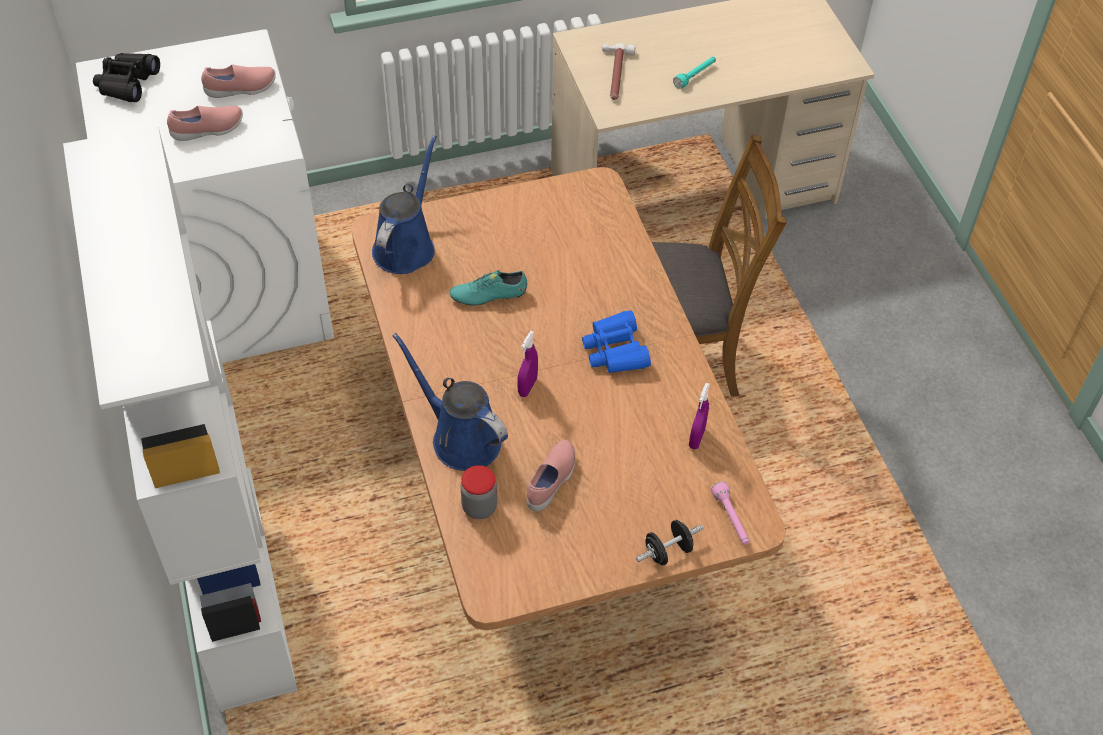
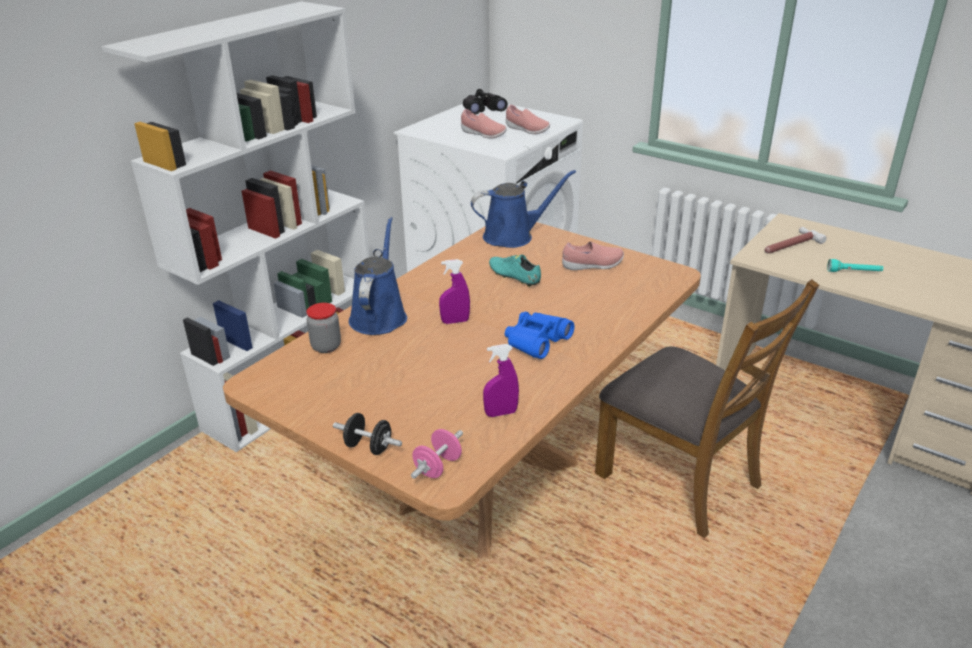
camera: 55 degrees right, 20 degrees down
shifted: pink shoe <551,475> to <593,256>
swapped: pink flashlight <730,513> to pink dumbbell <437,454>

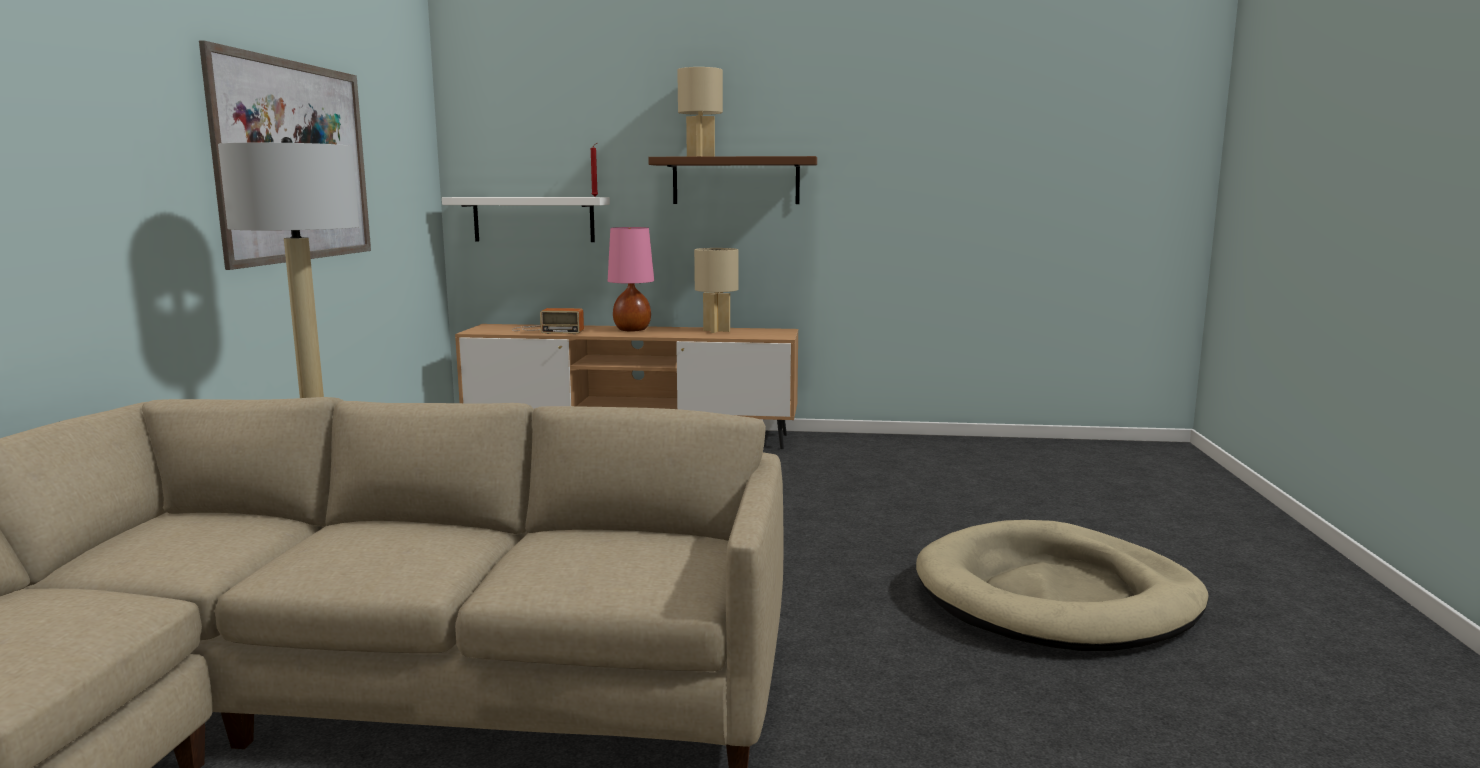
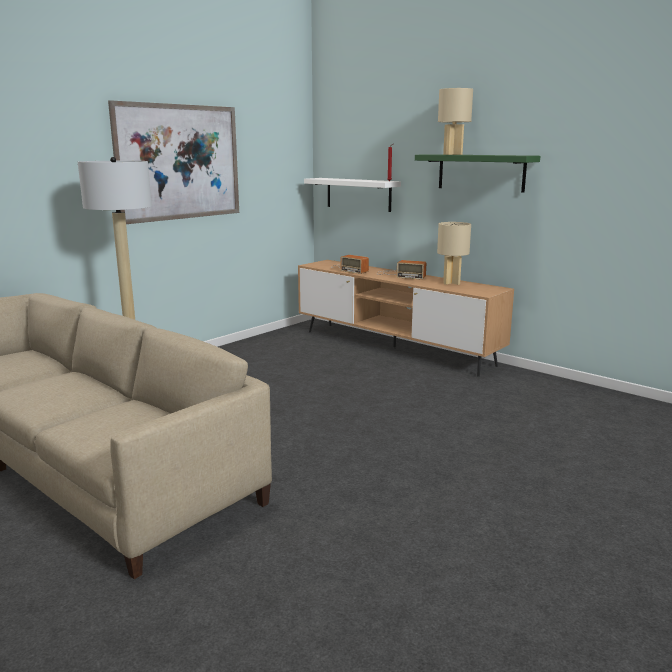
camera: 35 degrees right, 5 degrees up
gone: beige dog bed <1062,585>
swapped: pink table lamp <631,279> to radio <401,270>
repainted: brown shelf <732,180> to green shelf <477,173>

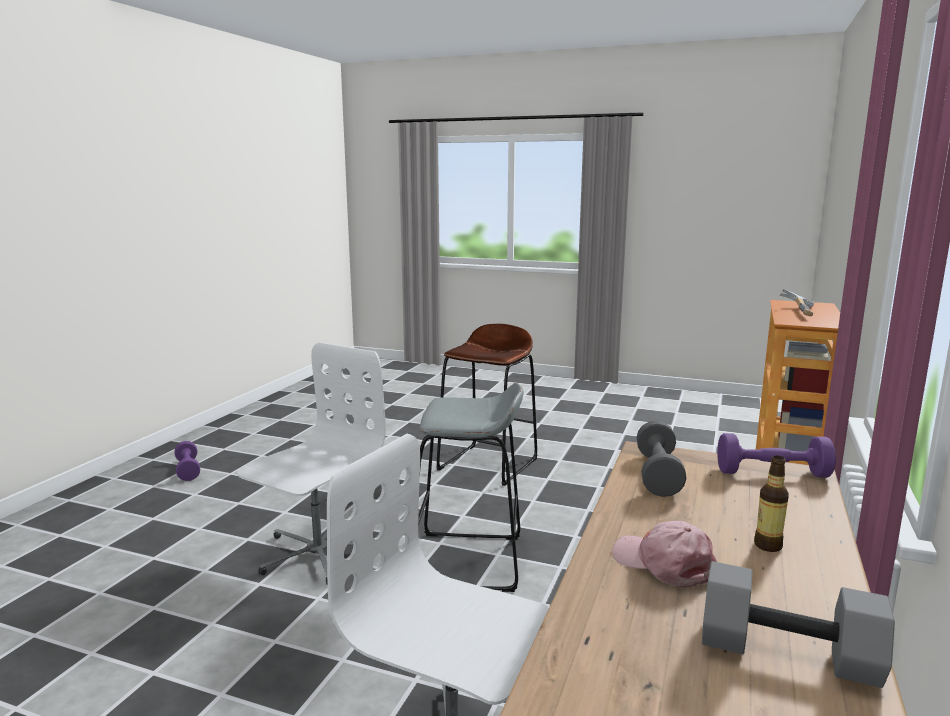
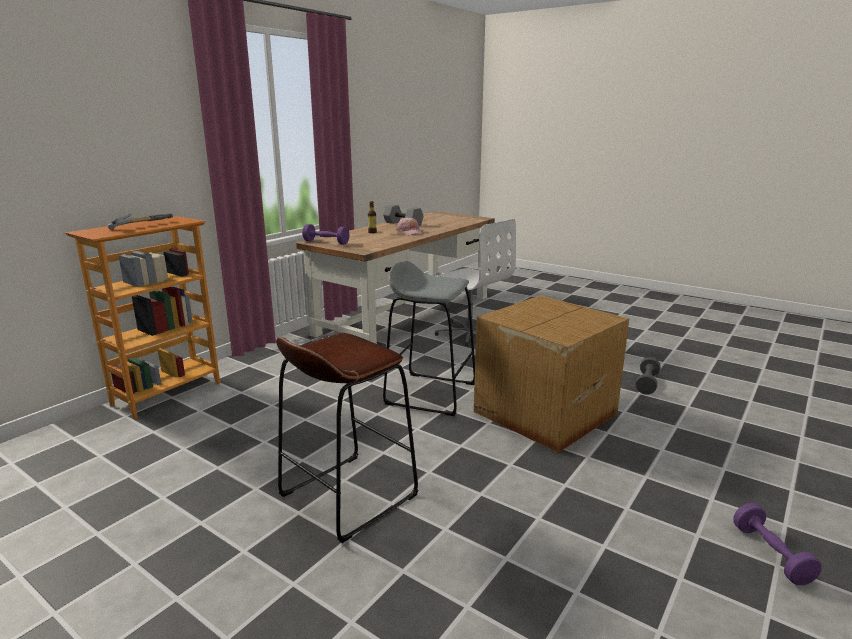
camera: 165 degrees left, 5 degrees up
shifted: grey dumbbell <661,459> to <648,375>
swapped: white office chair <311,463> to cardboard box <551,374>

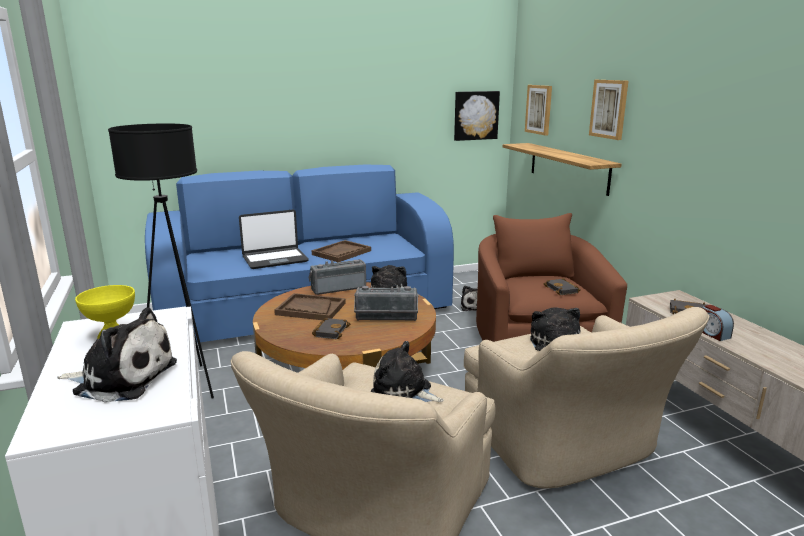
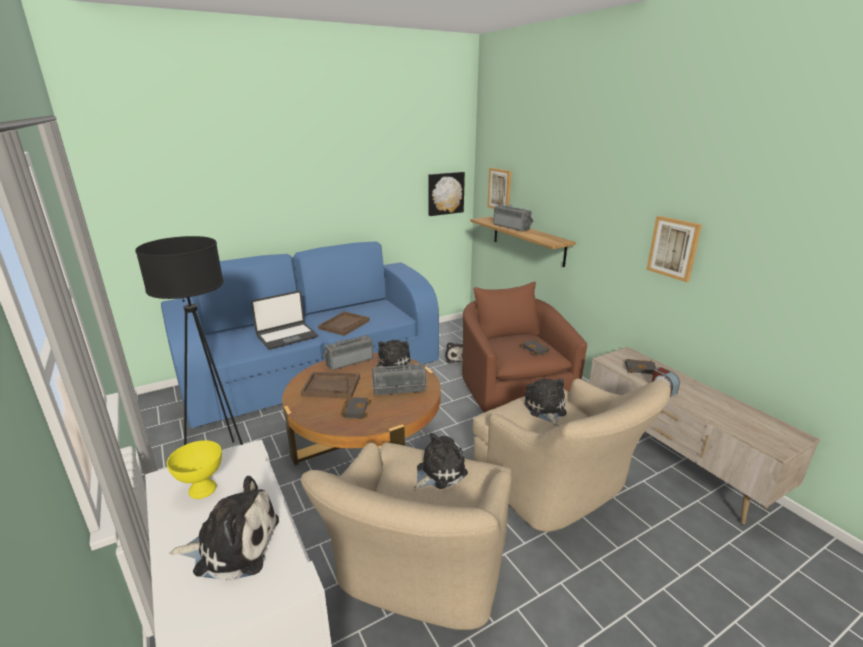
camera: 10 degrees left, 5 degrees up
new: radio <513,217>
shifted: picture <608,110> to <674,249>
rotated: plush toy <407,371> = <440,462> 120 degrees clockwise

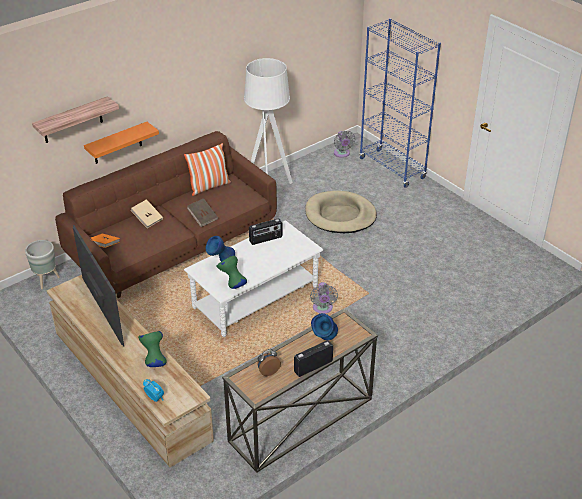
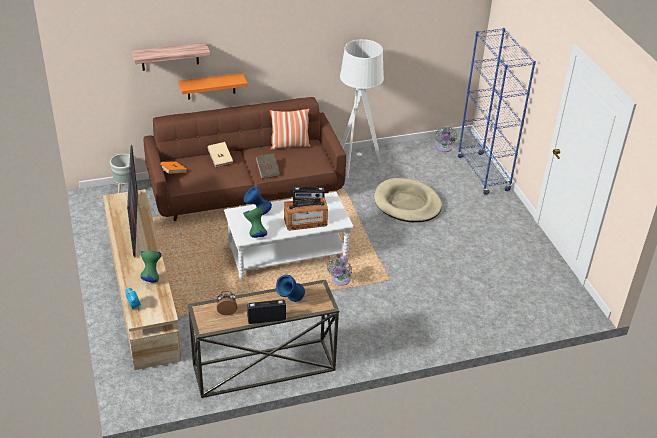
camera: 20 degrees right, 0 degrees up
new: radio <306,214>

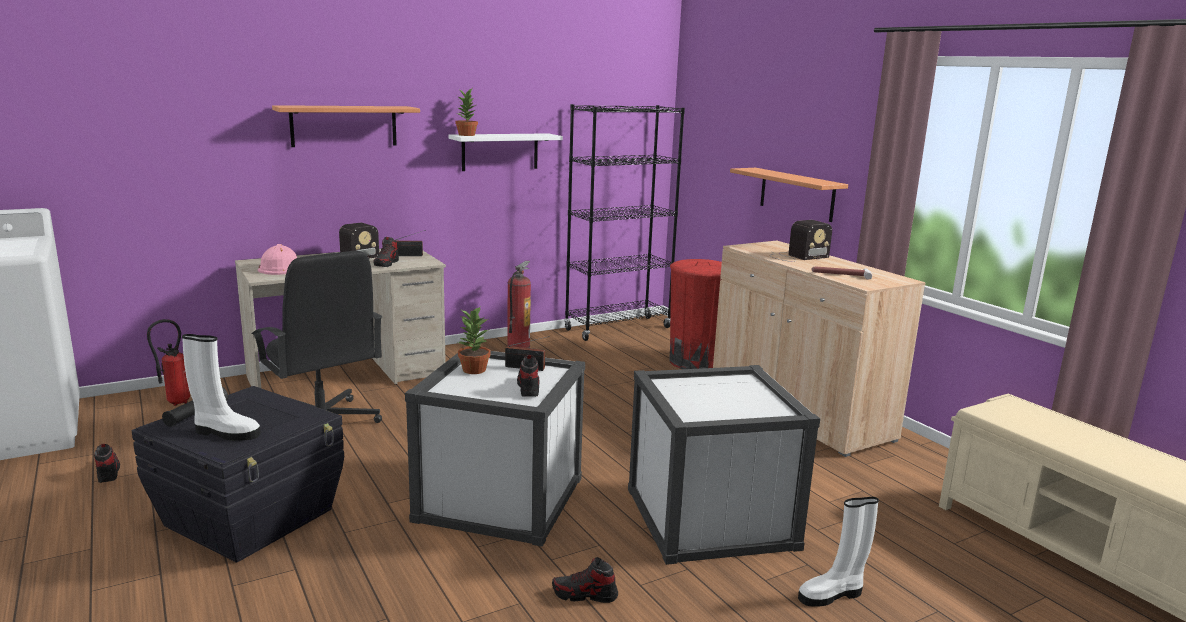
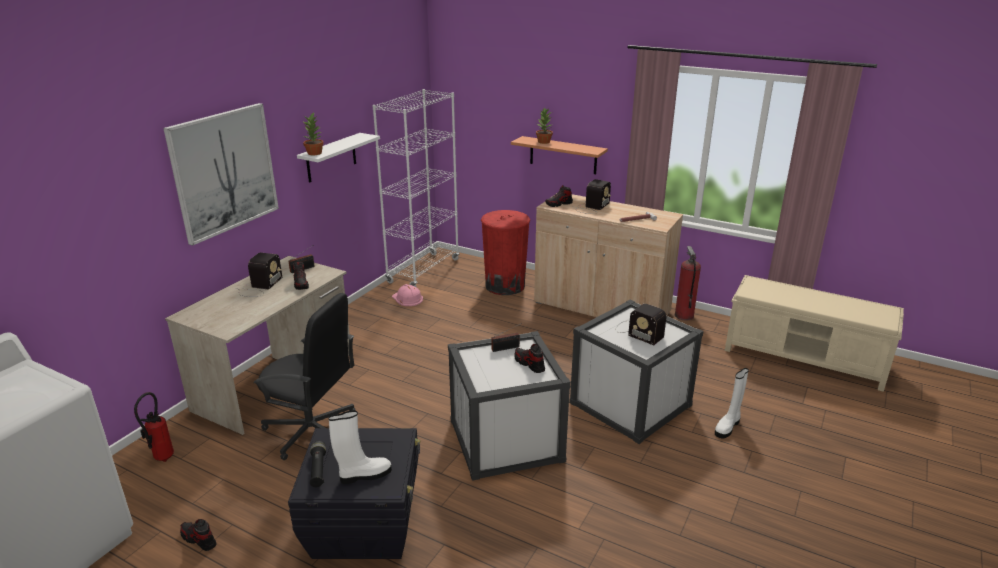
camera: 30 degrees left, 10 degrees up
new: radio <640,324>
shifted: pink hard hat <277,259> to <407,295>; potted plant <474,340> to <544,125>; fire extinguisher <519,304> to <688,283>; shoe <585,580> to <559,196>
swapped: shelf <346,126> to picture <221,174>
repainted: black bookcase <624,222> to white bookcase <415,188>

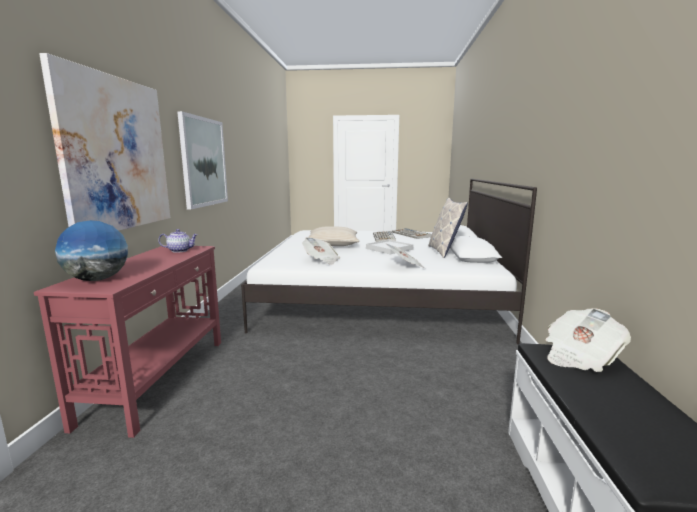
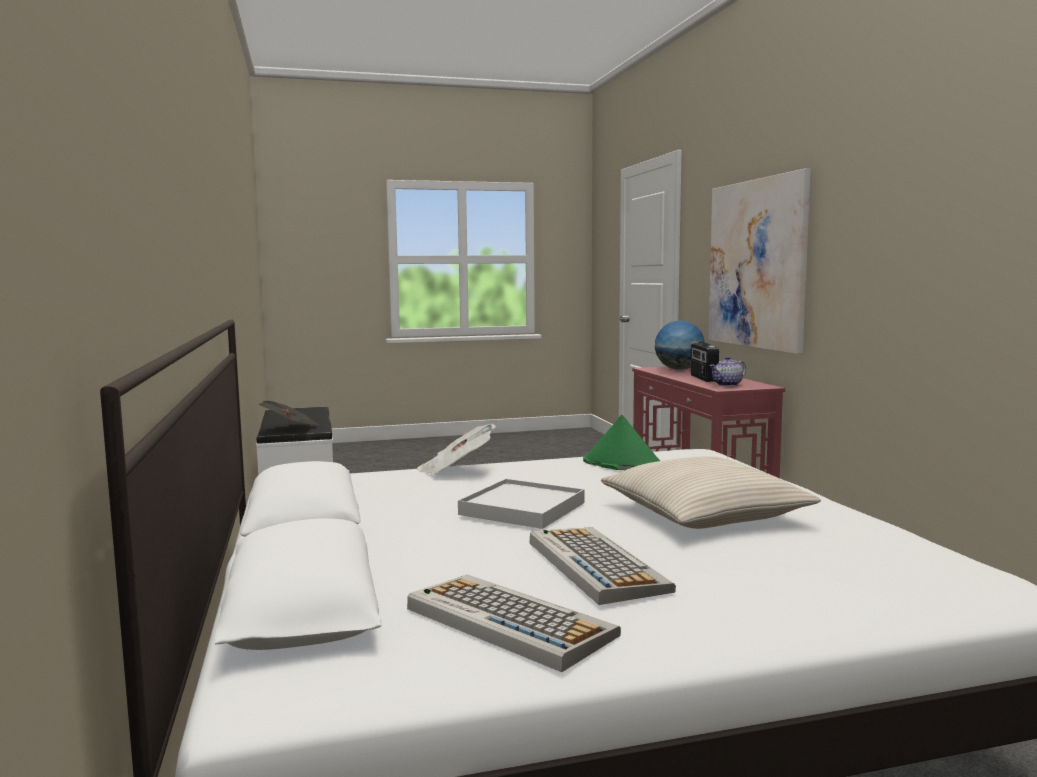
camera: 160 degrees right, 5 degrees down
gone: picture <202,160>; pillow <448,228>
new: radio <705,362>
swapped: newspaper <321,251> to green hat <621,442>

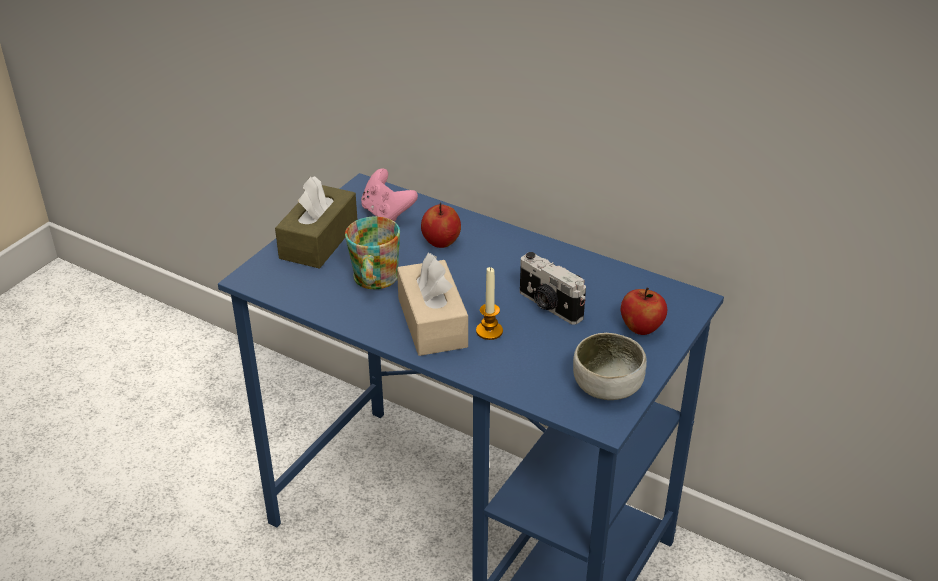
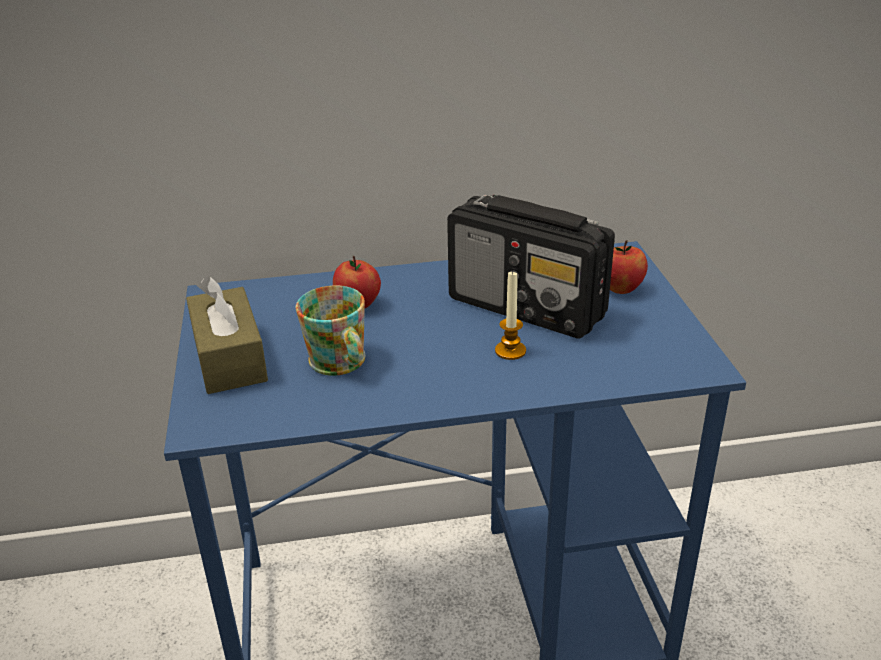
camera: 40 degrees left, 5 degrees down
gone: pink game controller <389,195>; beige tissue box <432,304>; bowl <610,366>
swapped: photo camera <553,288> to radio <531,267>

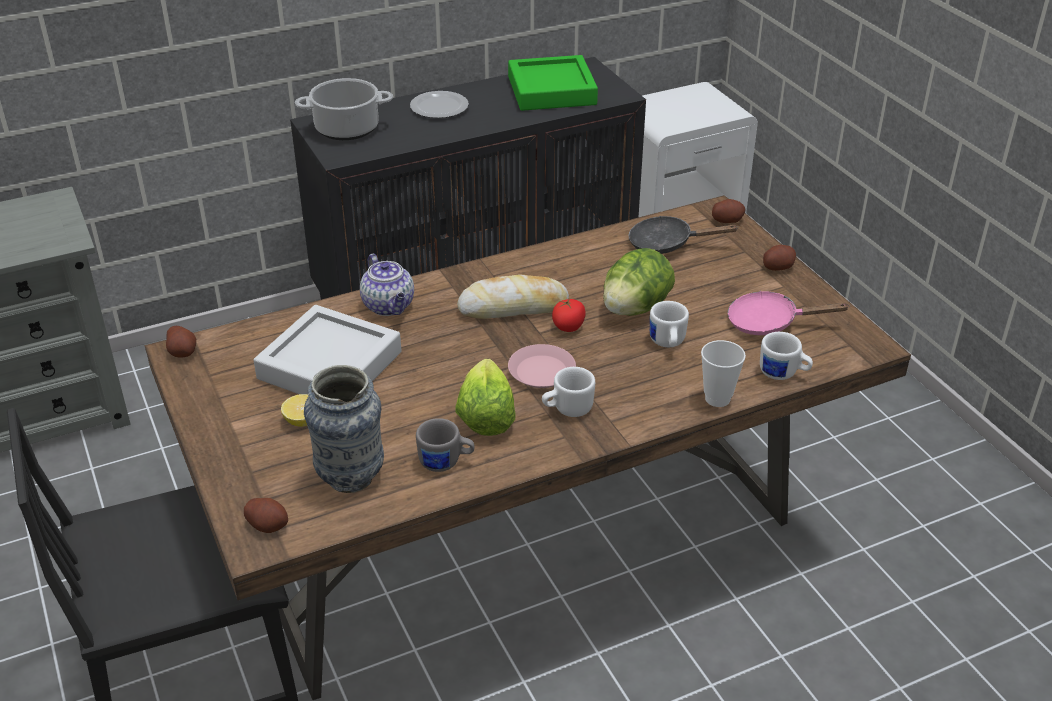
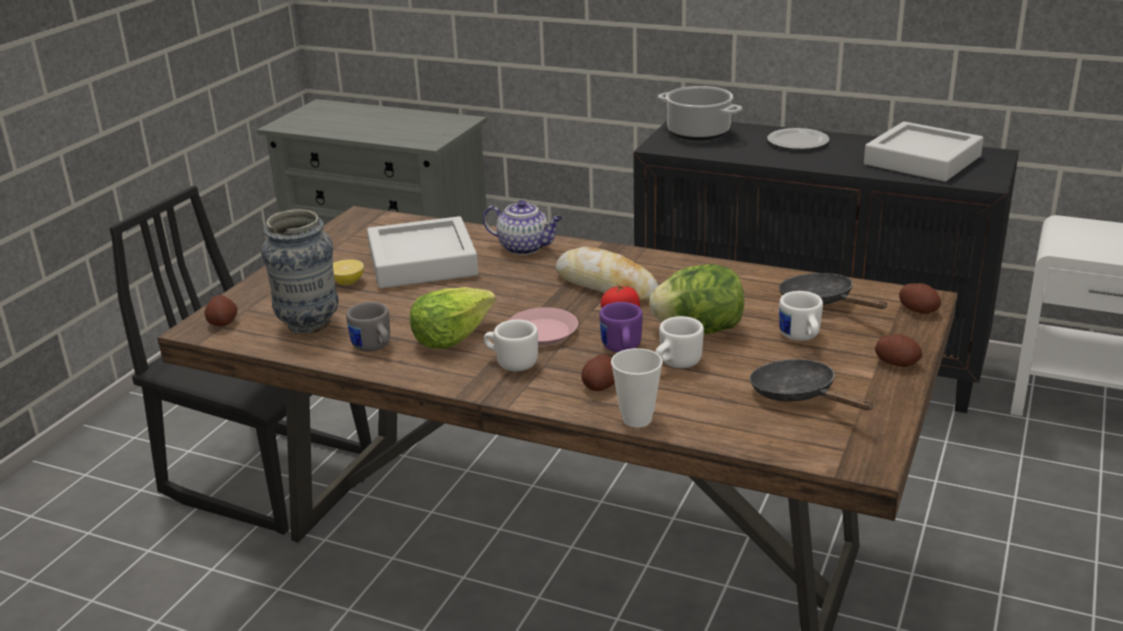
camera: 50 degrees right, 10 degrees down
new: purple mug <621,327>
shifted: potato <181,341> to <598,372>; white mug <786,356> to <801,316>
repainted: green tray <553,83> to grey tray <924,152>; pink frying pan <789,313> to black frying pan <812,384>
rotated: teapot <387,285> = <523,227> 90 degrees counterclockwise

